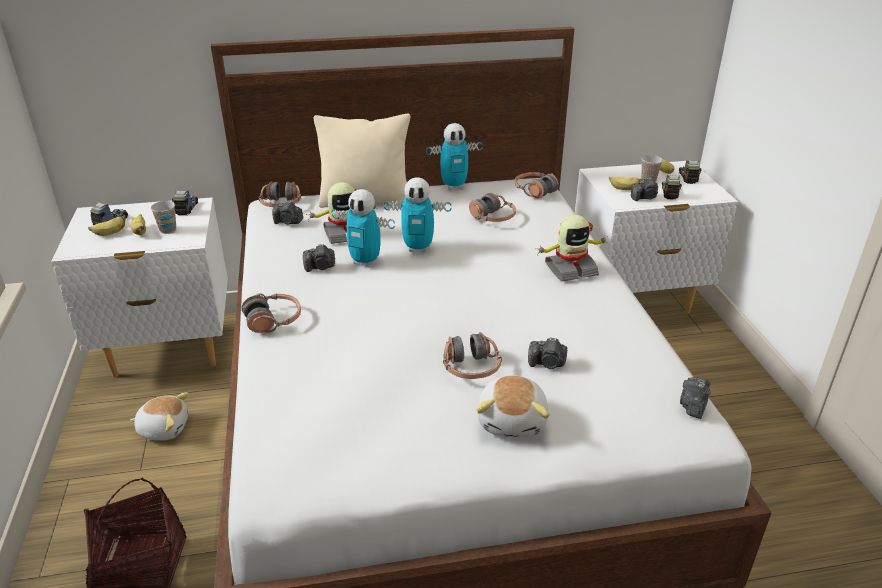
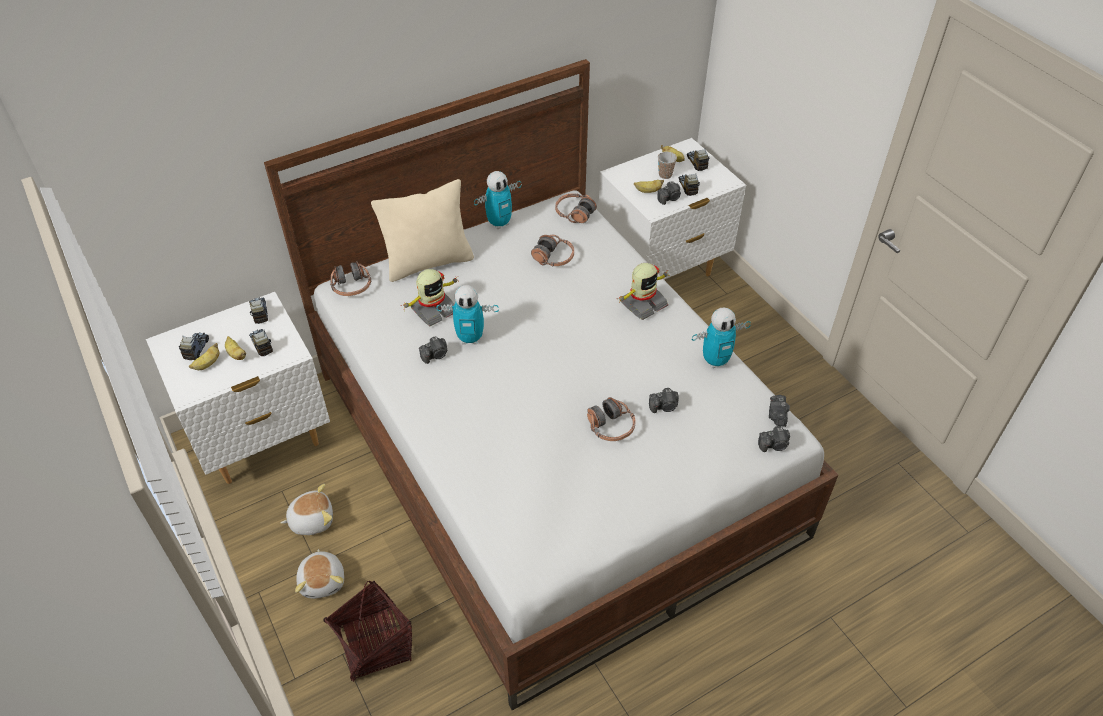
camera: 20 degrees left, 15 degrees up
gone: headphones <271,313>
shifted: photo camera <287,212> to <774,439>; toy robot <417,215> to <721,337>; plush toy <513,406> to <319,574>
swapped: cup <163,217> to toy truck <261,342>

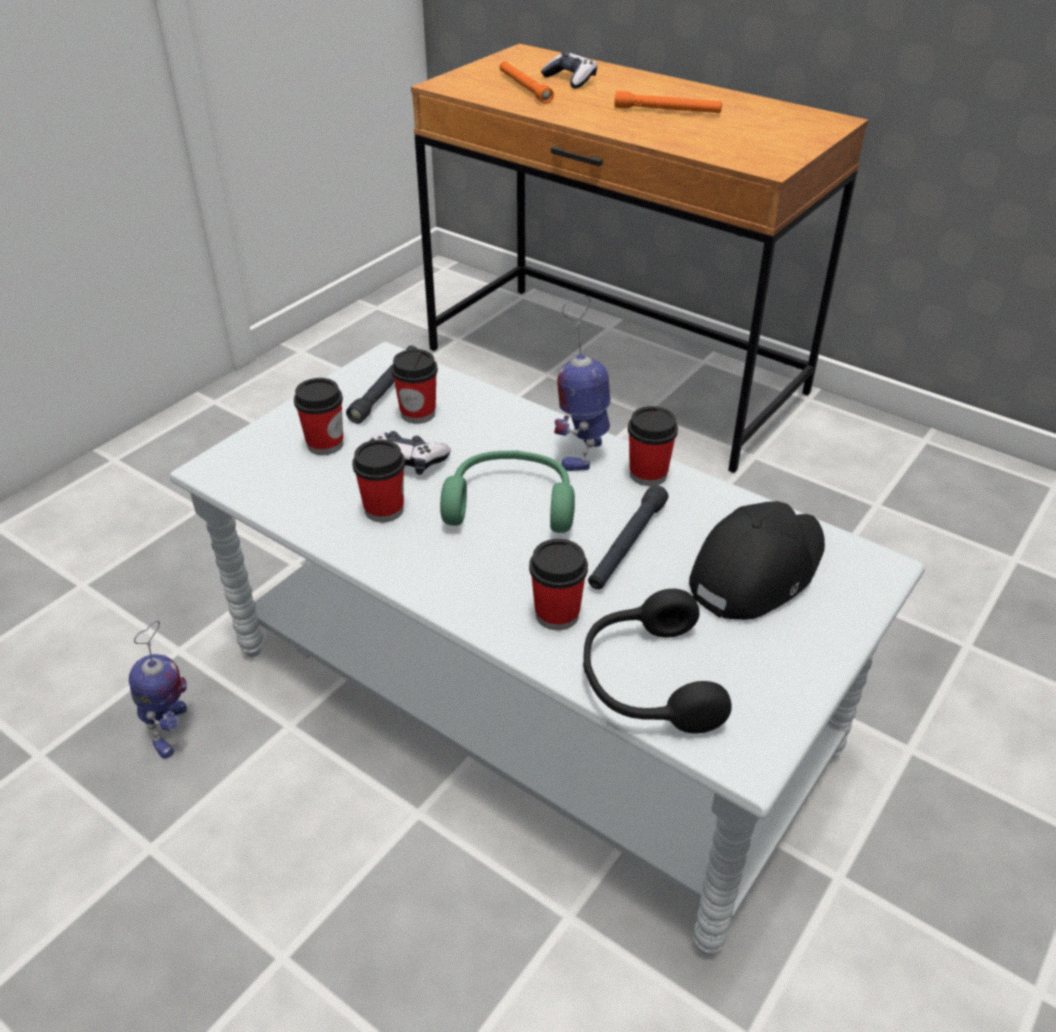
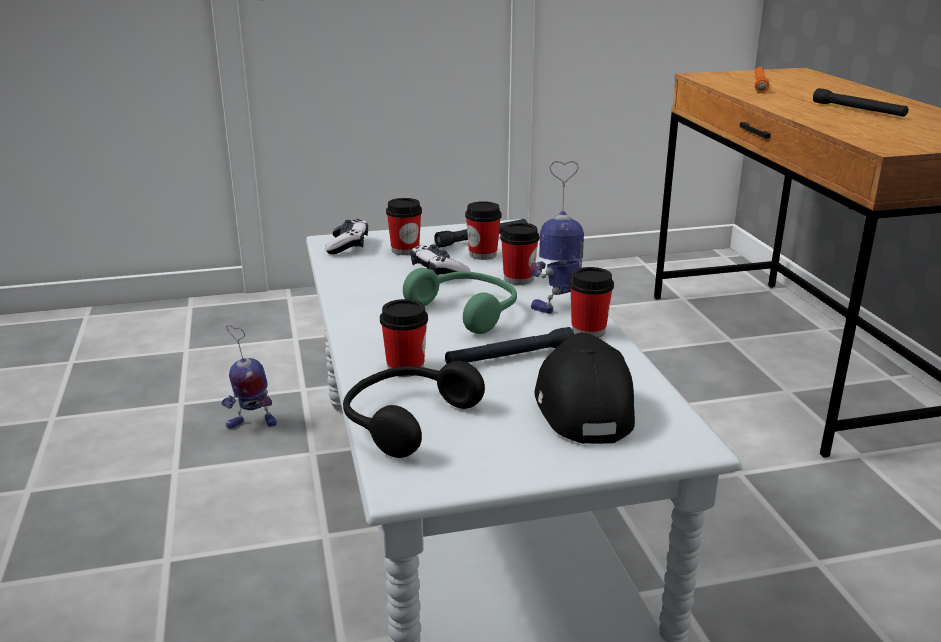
camera: 40 degrees right, 15 degrees down
shifted: cup <378,481> to <519,253>; game controller <569,70> to <346,236>
repainted: orange flashlight <668,102> to black flashlight <860,102>
rotated: toy robot <158,690> = <249,377> 45 degrees clockwise; black cap <757,560> = <584,388> 90 degrees counterclockwise

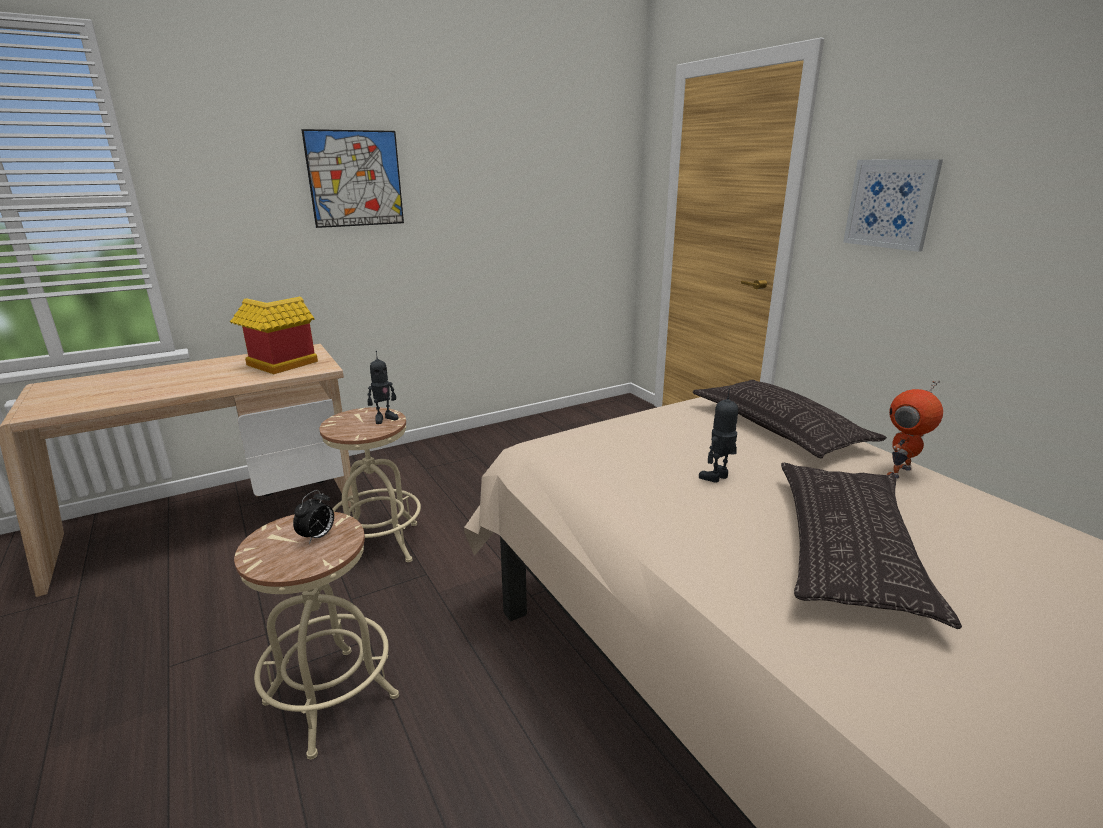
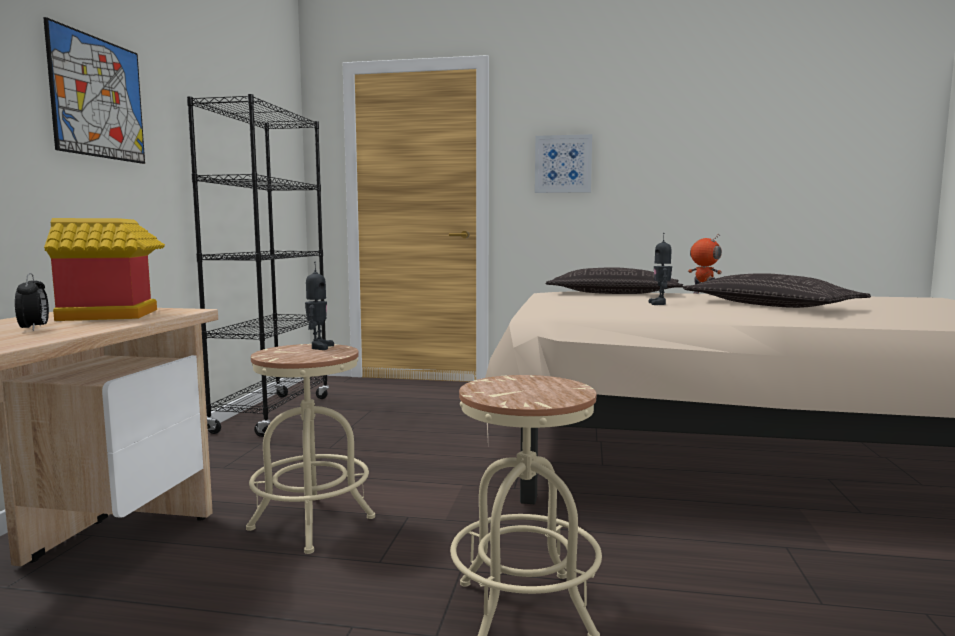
camera: 50 degrees left, 15 degrees down
new: black bookcase <258,265>
shifted: alarm clock <313,517> to <32,302>
rotated: toy robot <915,429> = <705,264> 135 degrees clockwise

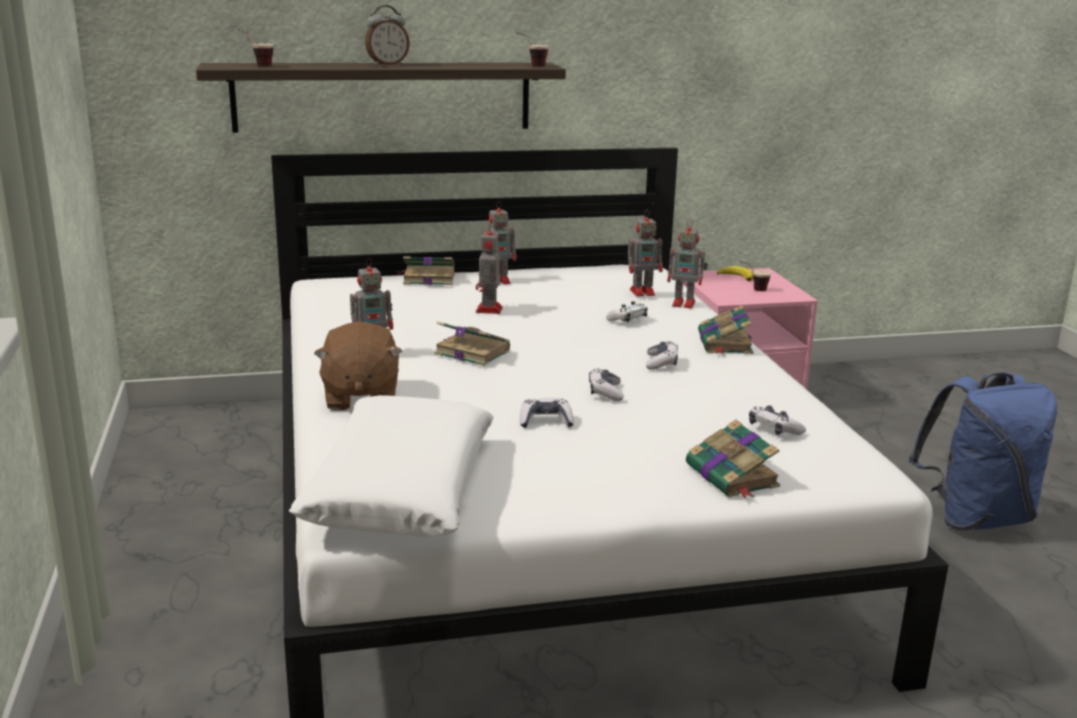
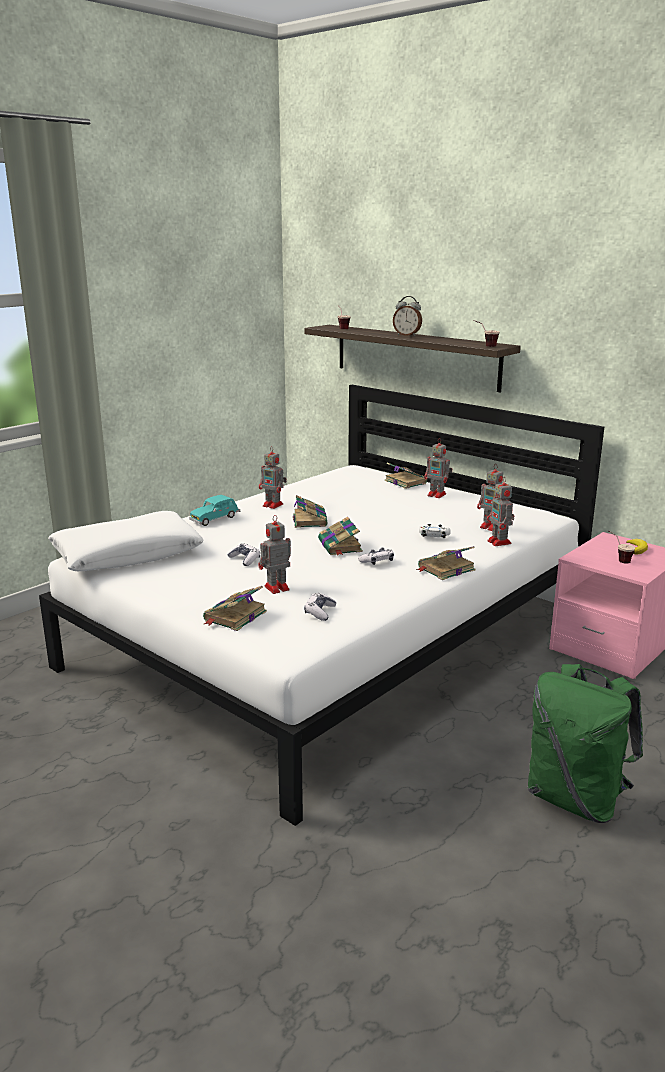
camera: 55 degrees right, 0 degrees up
gone: game controller <606,384>
new: book <340,536>
shifted: toy robot <489,269> to <274,554>
swapped: brown plush toy <358,366> to turquoise toy car <214,510>
repainted: blue backpack <982,451> to green backpack <585,743>

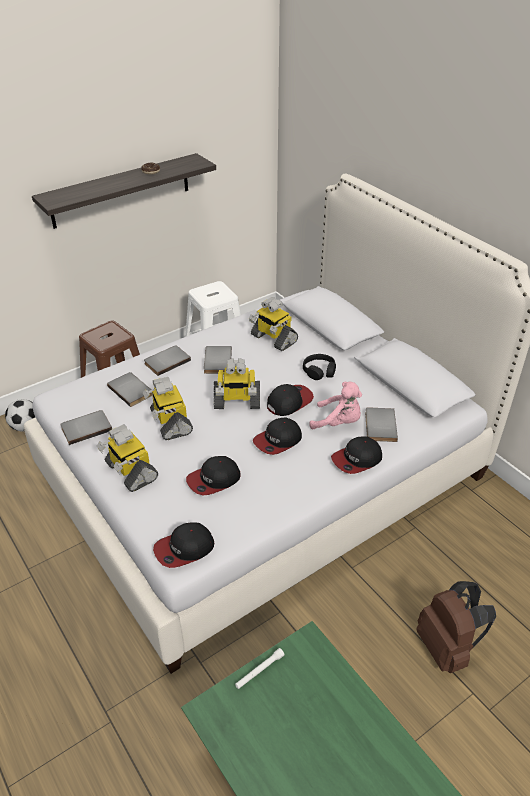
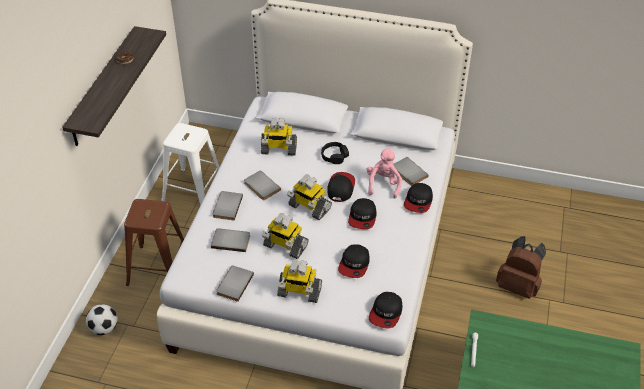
camera: 40 degrees left, 5 degrees up
rotated: toy robot <237,383> = <309,197> 75 degrees clockwise; pink plush toy <335,405> = <384,173> 60 degrees counterclockwise

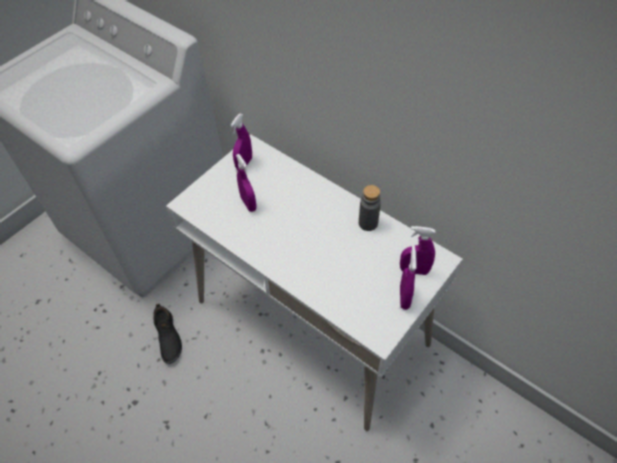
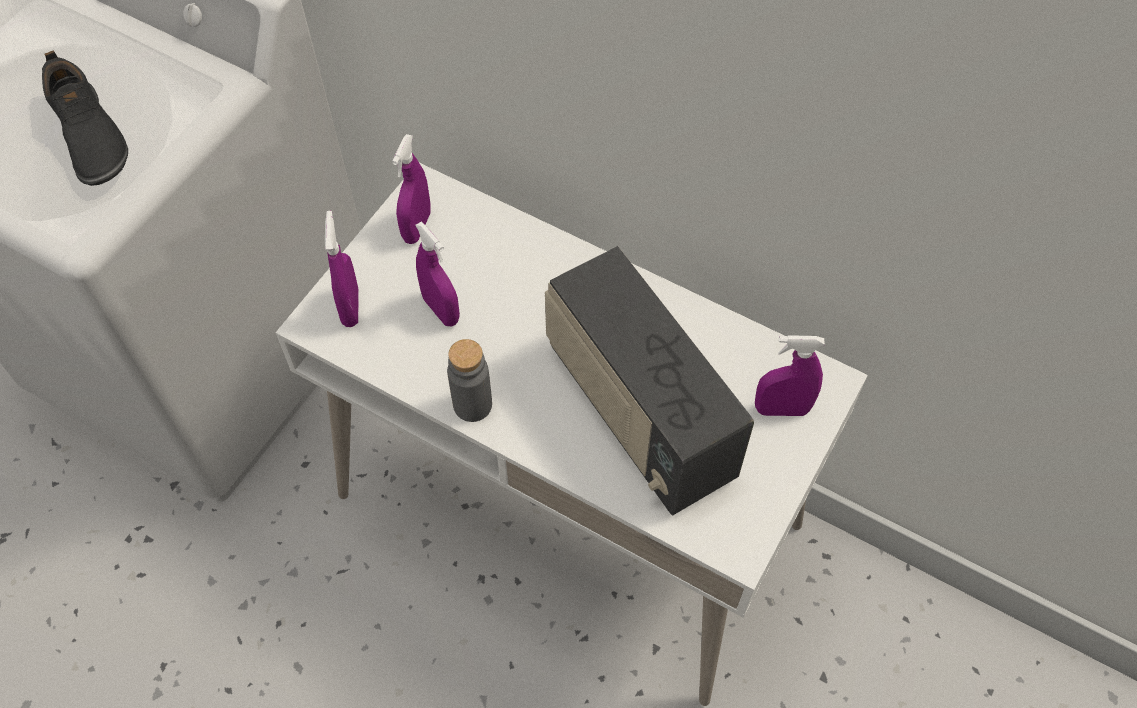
camera: 10 degrees left, 5 degrees up
new: radio <649,380>
shifted: black shoe <167,334> to <85,118>; grey bottle <370,208> to <469,380>; purple spray bottle <408,278> to <342,269>

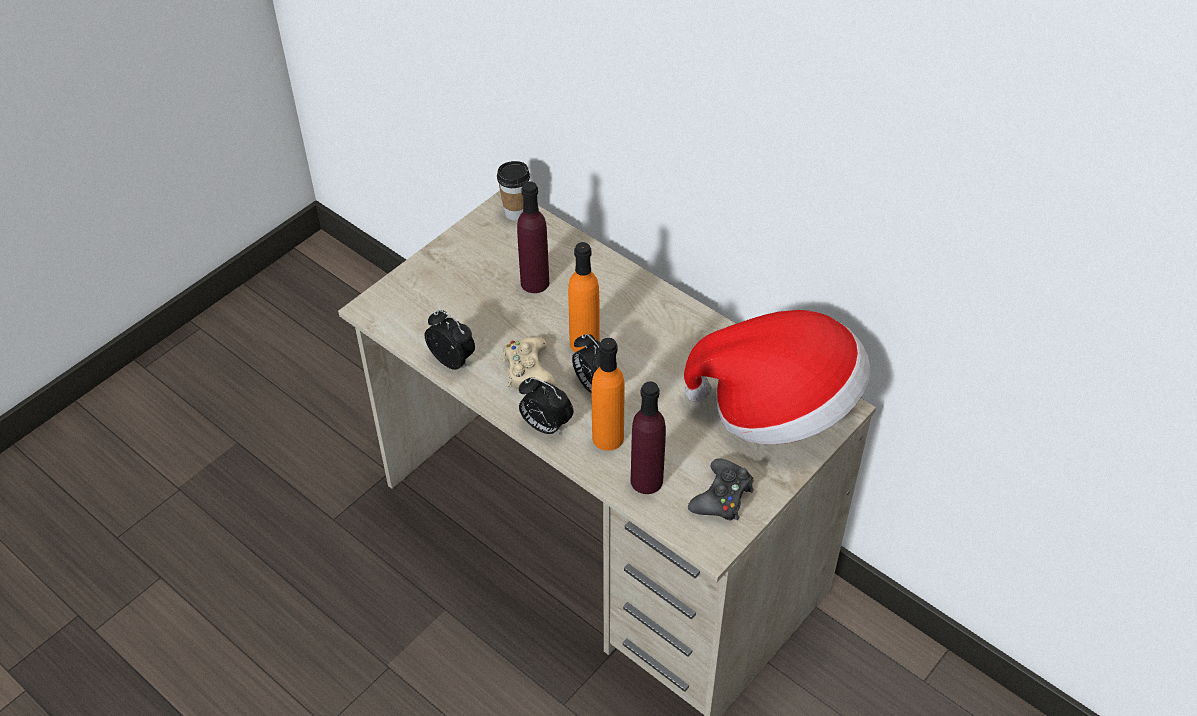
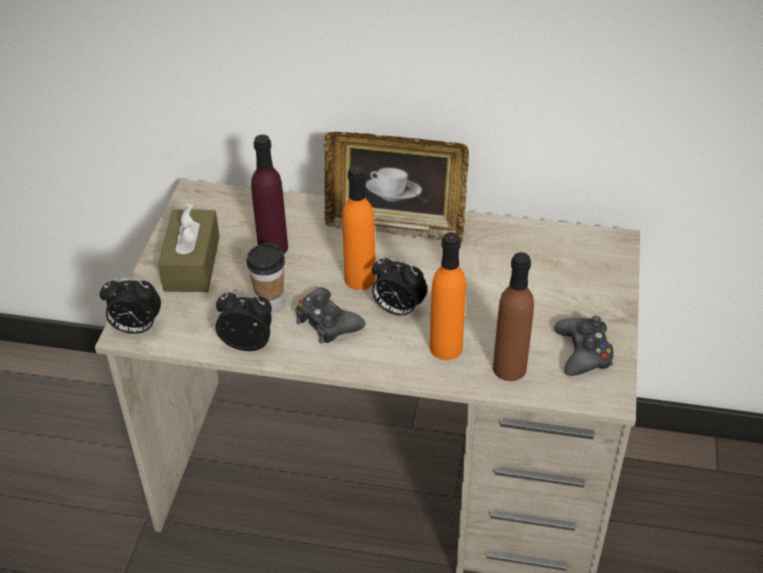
camera: 30 degrees left, 5 degrees down
gone: hat <777,377>
new: brown tissue box <189,247>; picture frame <396,187>
shifted: cup <513,191> to <265,277>; alarm clock <546,406> to <130,305>
repainted: beige game controller <529,363> to black game controller <330,316>; purple bottle <648,437> to brown bottle <513,316>

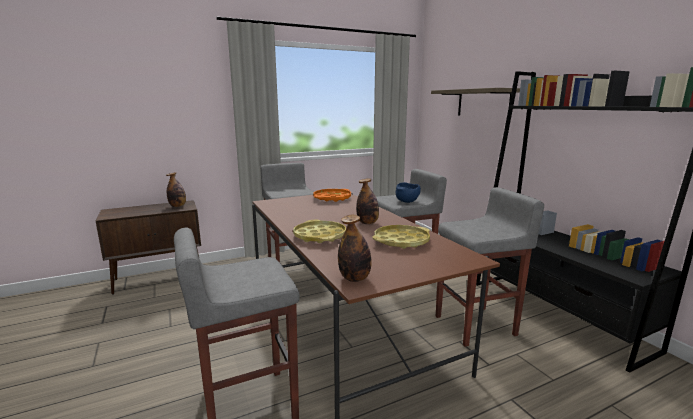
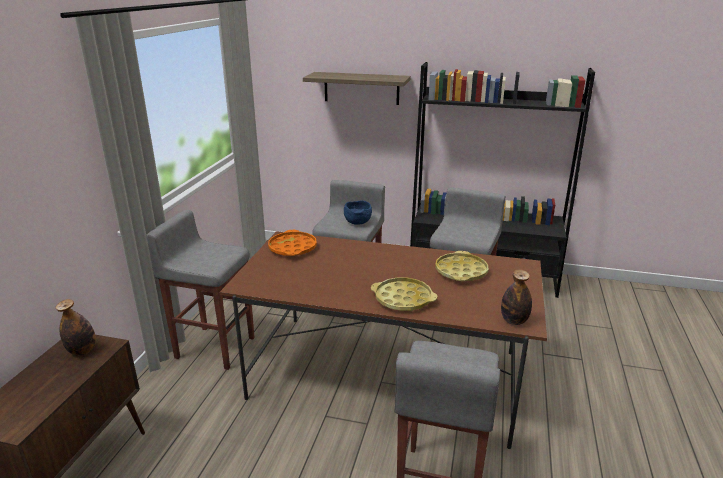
camera: 50 degrees left, 10 degrees up
gone: bottle <367,201>

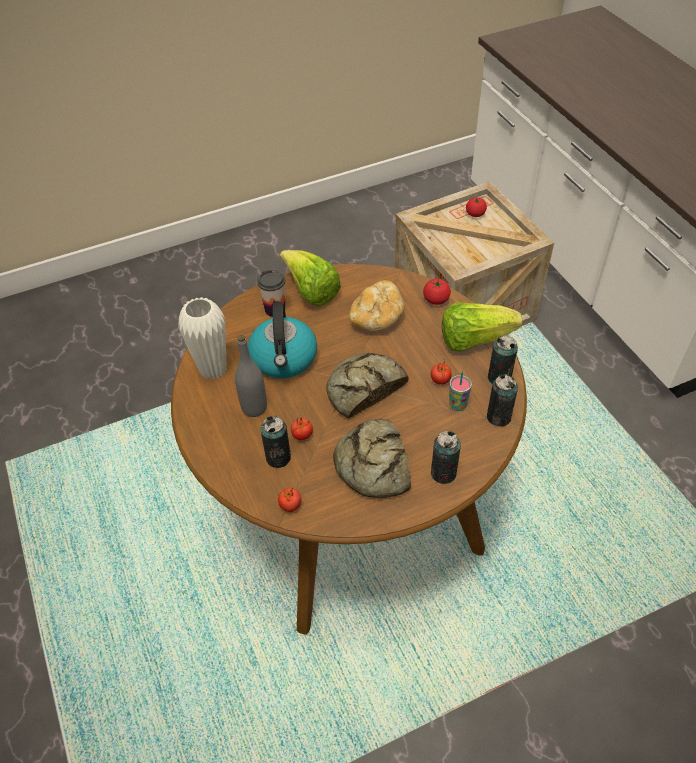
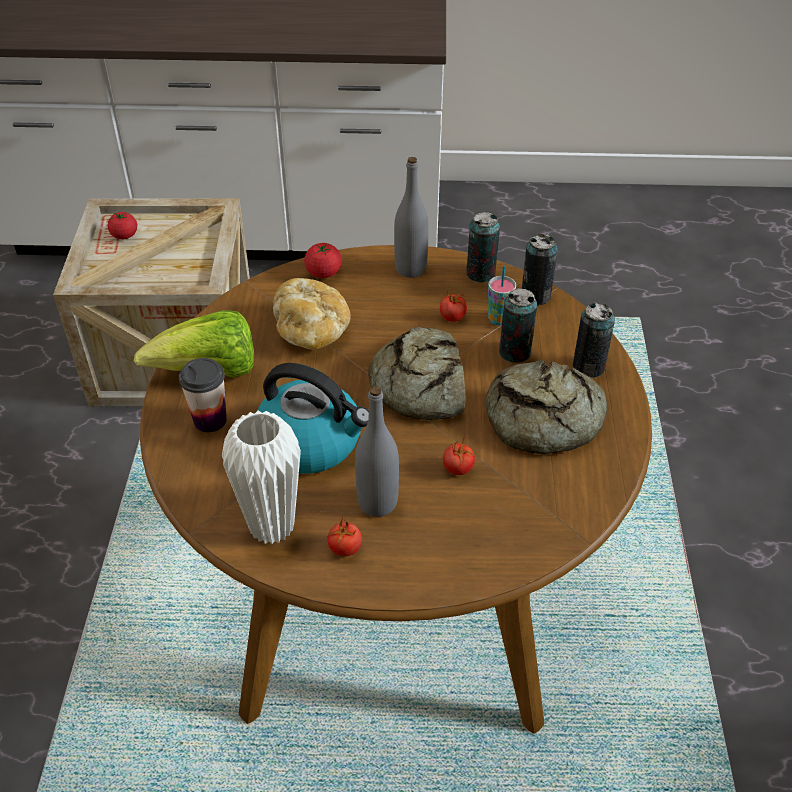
camera: 65 degrees left, 5 degrees down
shifted: can <275,442> to <518,325>; tomato <290,500> to <344,536>
swapped: lettuce <482,326> to grey bottle <411,217>

